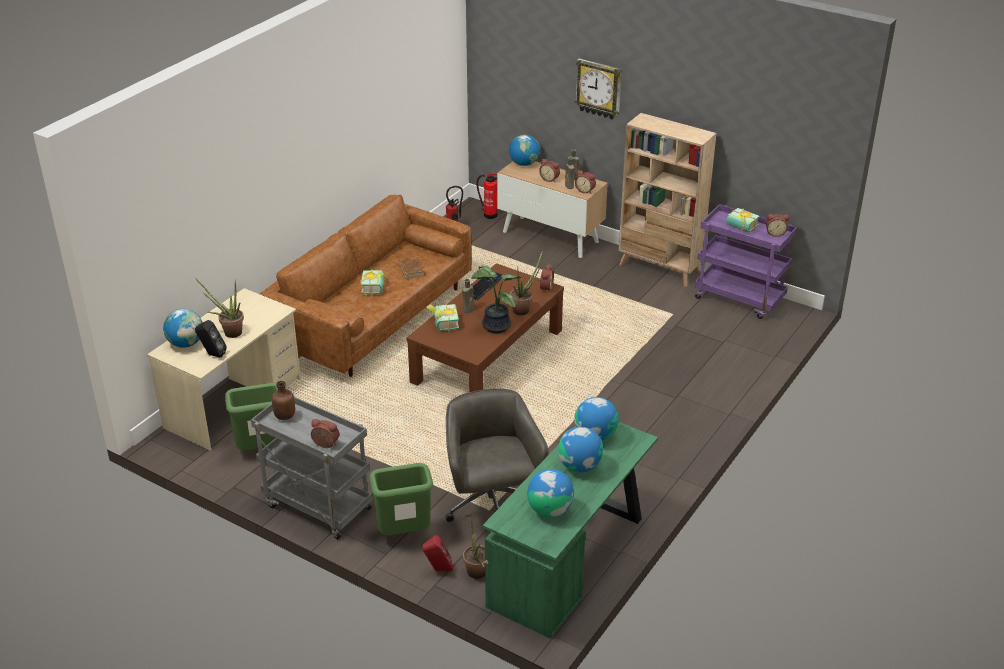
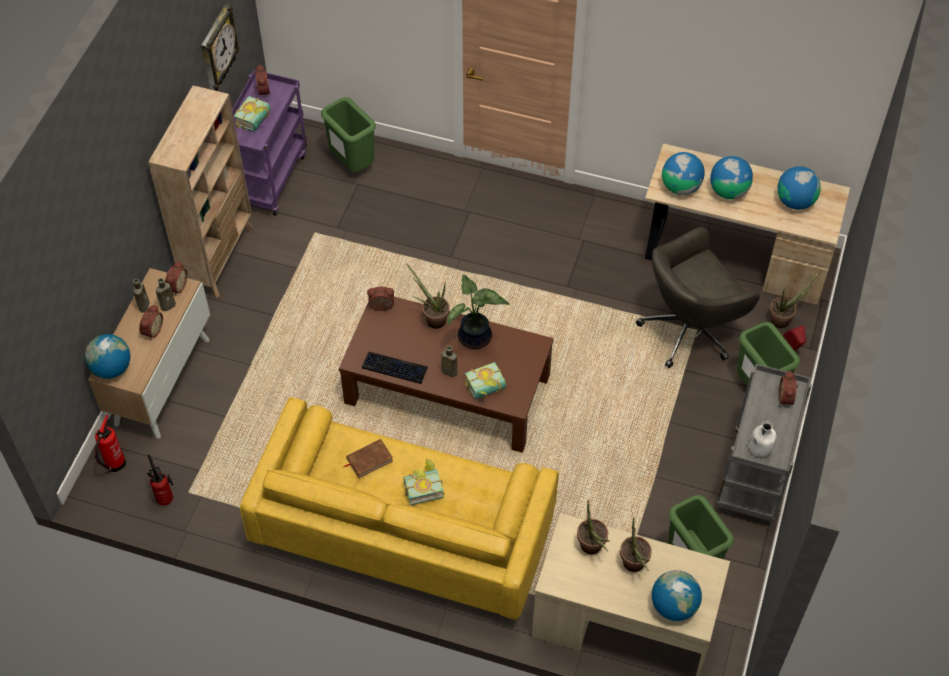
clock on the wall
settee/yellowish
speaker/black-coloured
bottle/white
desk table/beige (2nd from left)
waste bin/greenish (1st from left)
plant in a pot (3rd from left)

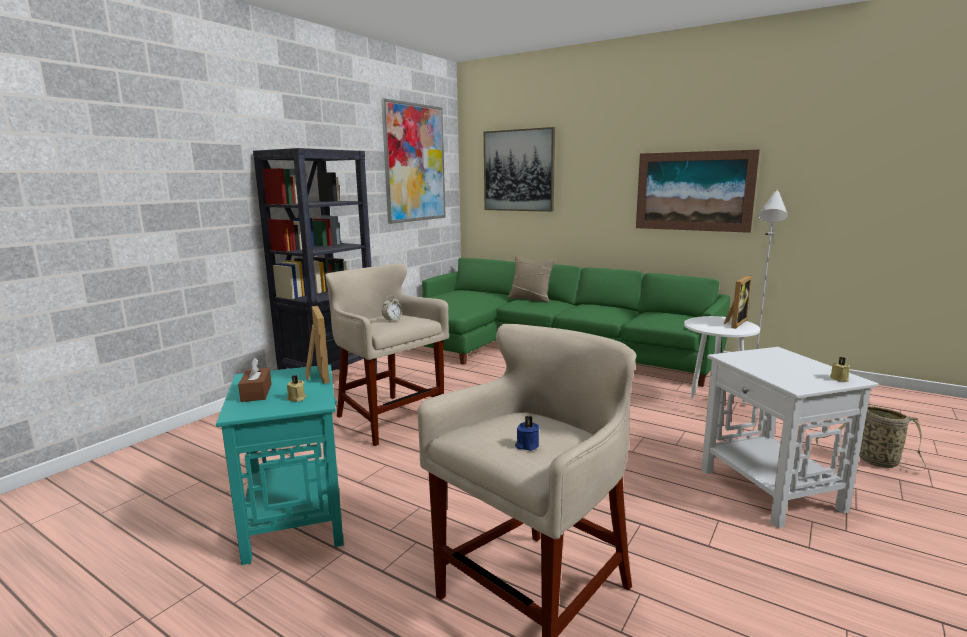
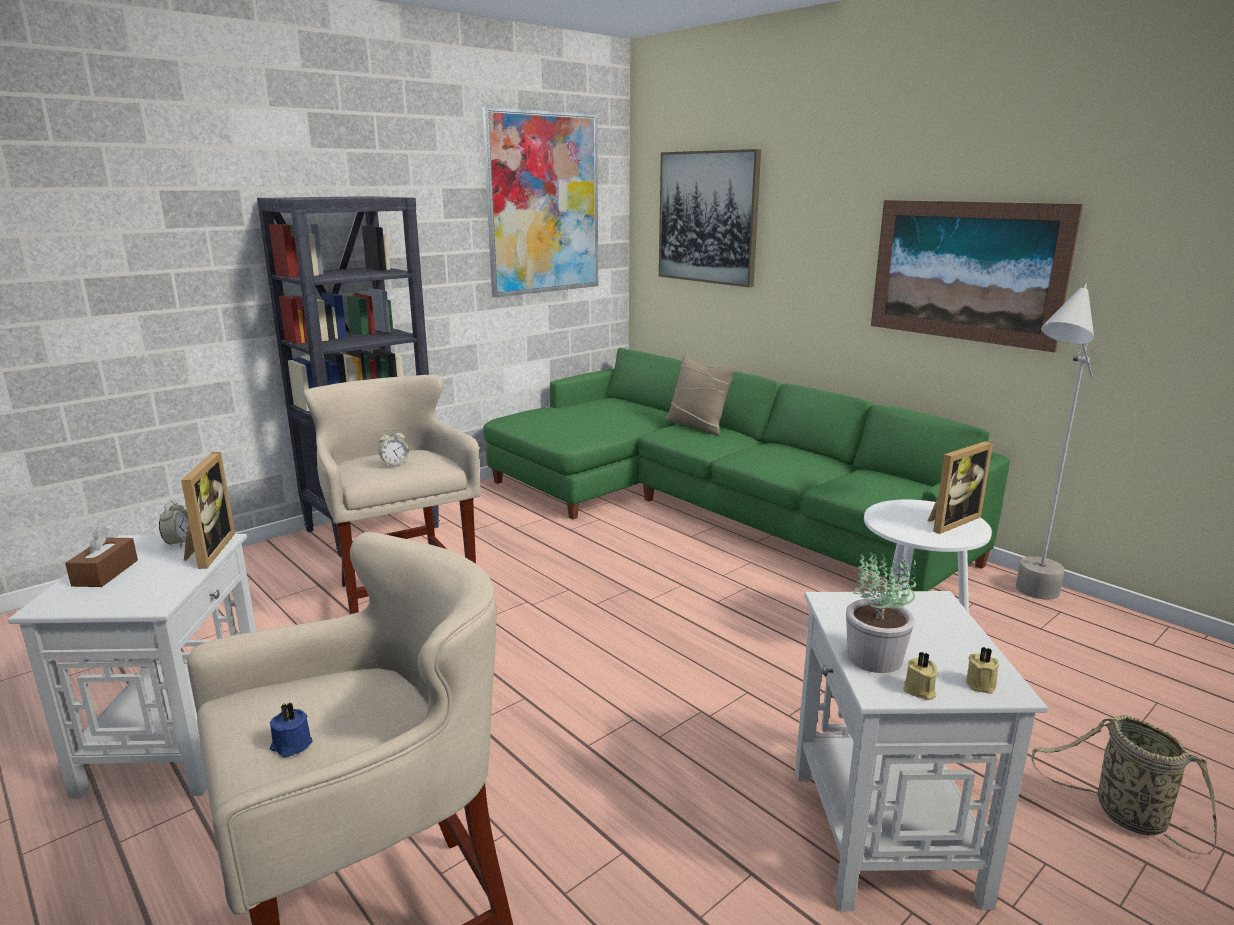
side table/white (1st from left)
wax candle/beige (1st from left)
table clock (1st from left)
plant in a pot

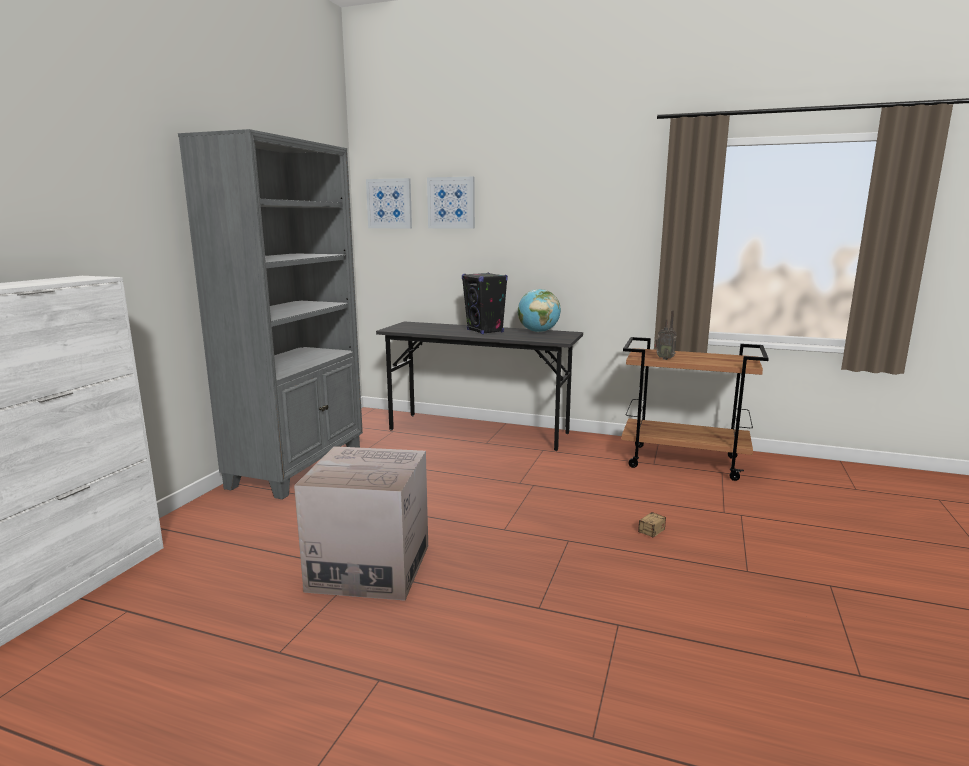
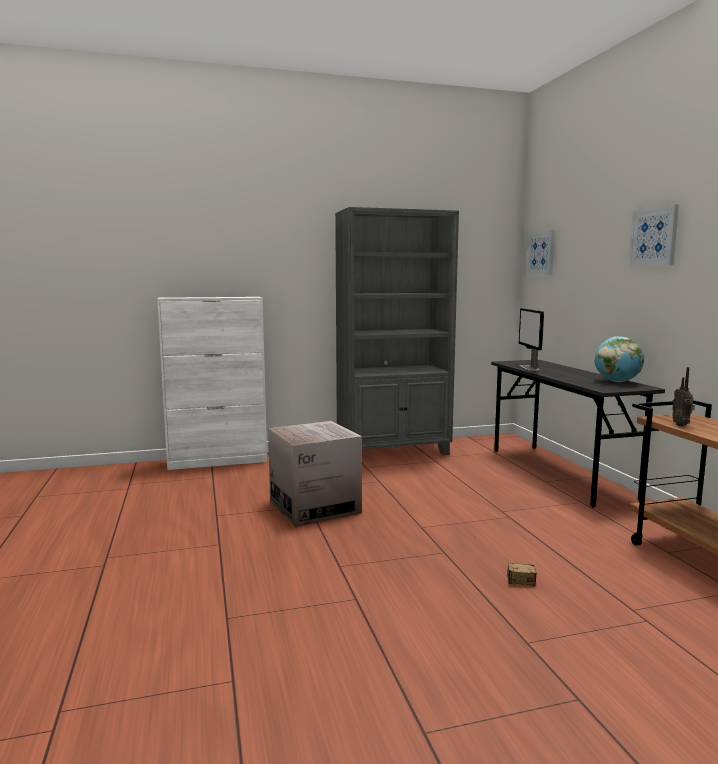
wall art (2nd from left)
speaker/black-coloured
computer screen

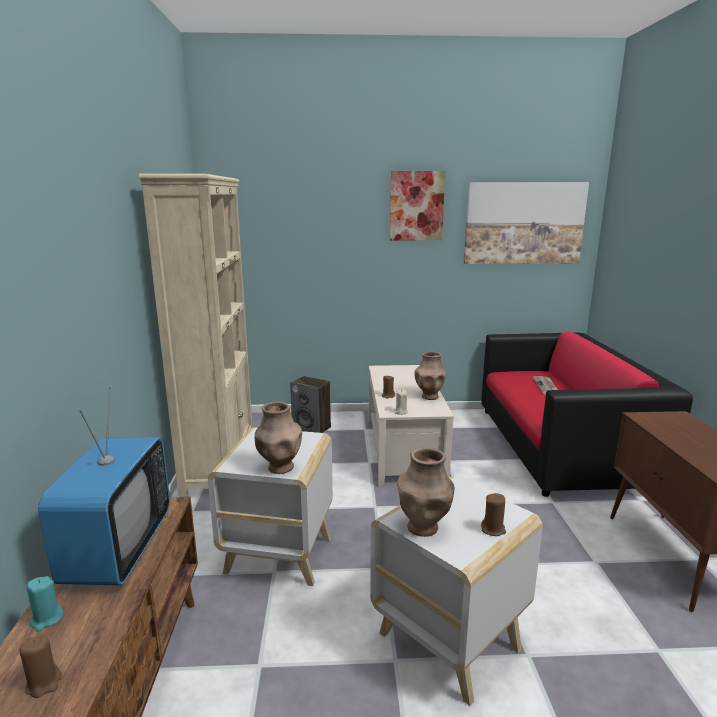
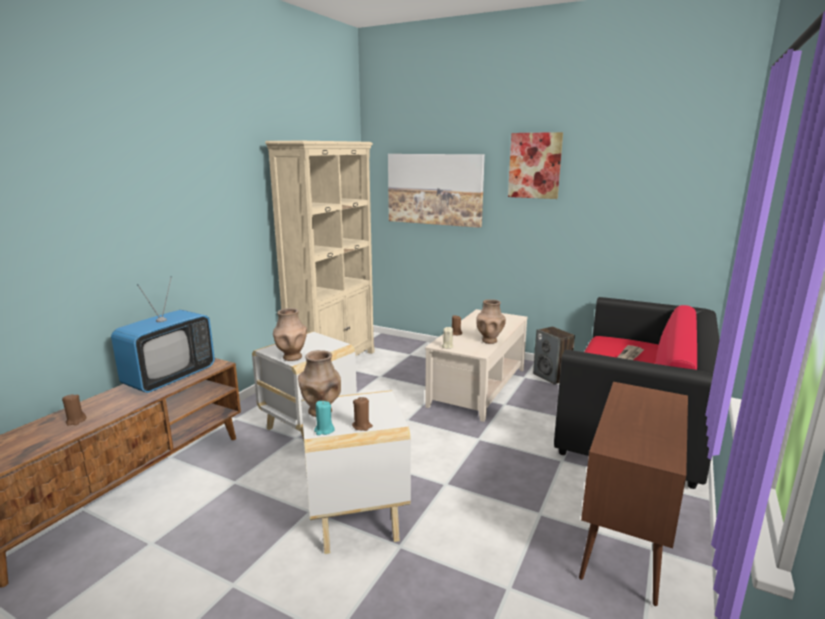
wall art (1st from left)
speaker
wax candle/turquoise-coloured

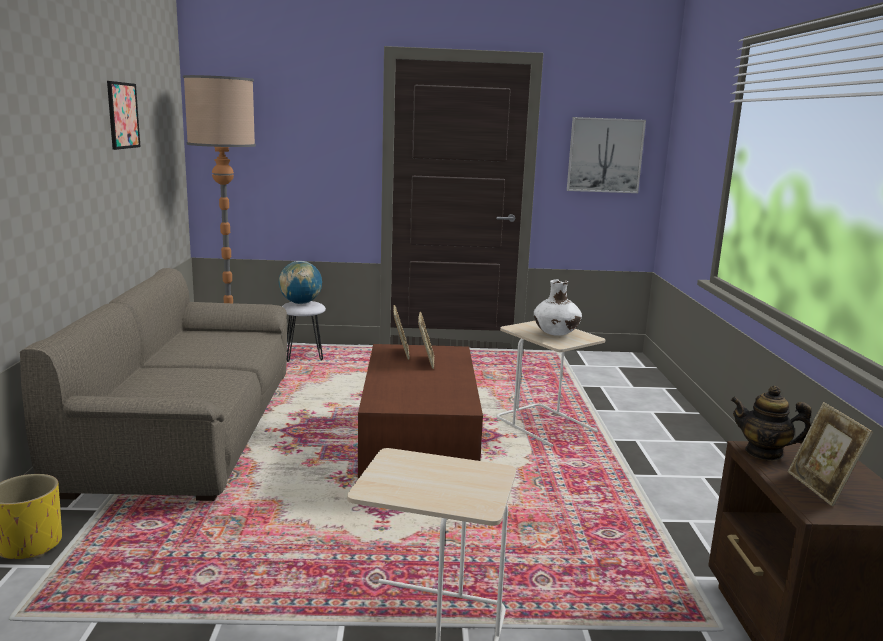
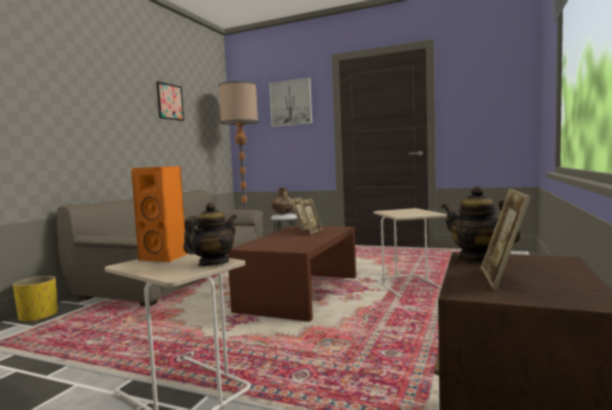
wall art (2nd from left)
decorative vase/brown
decorative vase/white
speaker/orange-coloured
tea pot (1st from left)

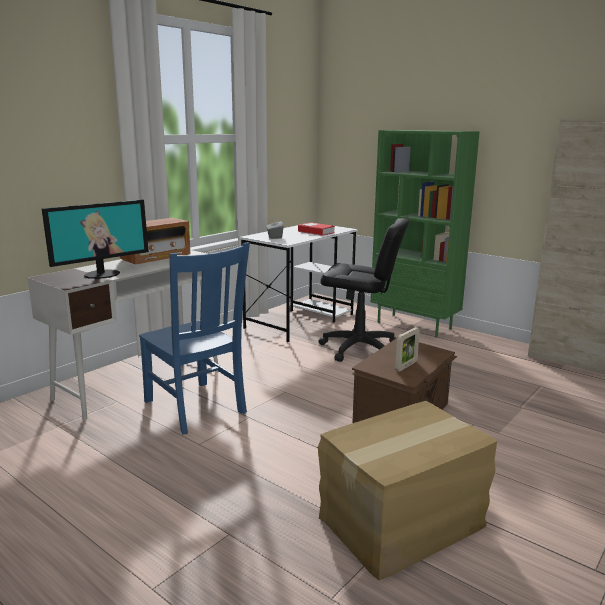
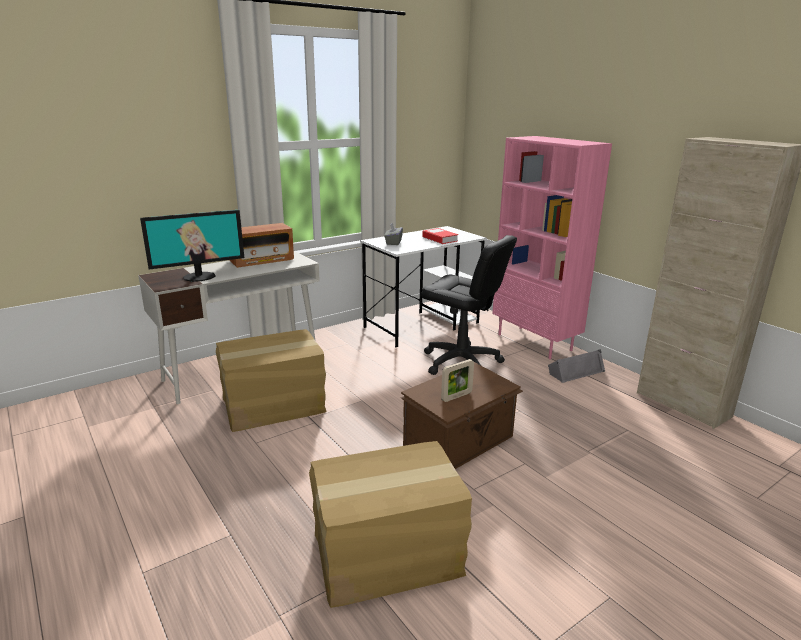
shelving unit/pink-coloured
carton (1st from left)
speaker/gray

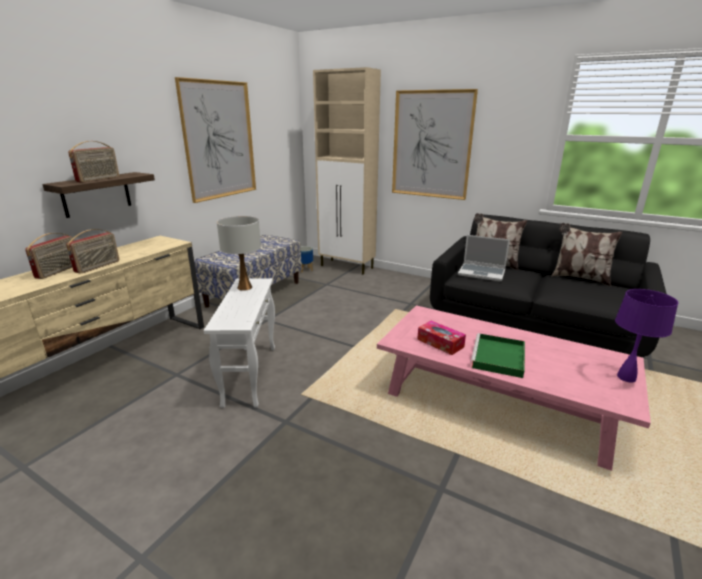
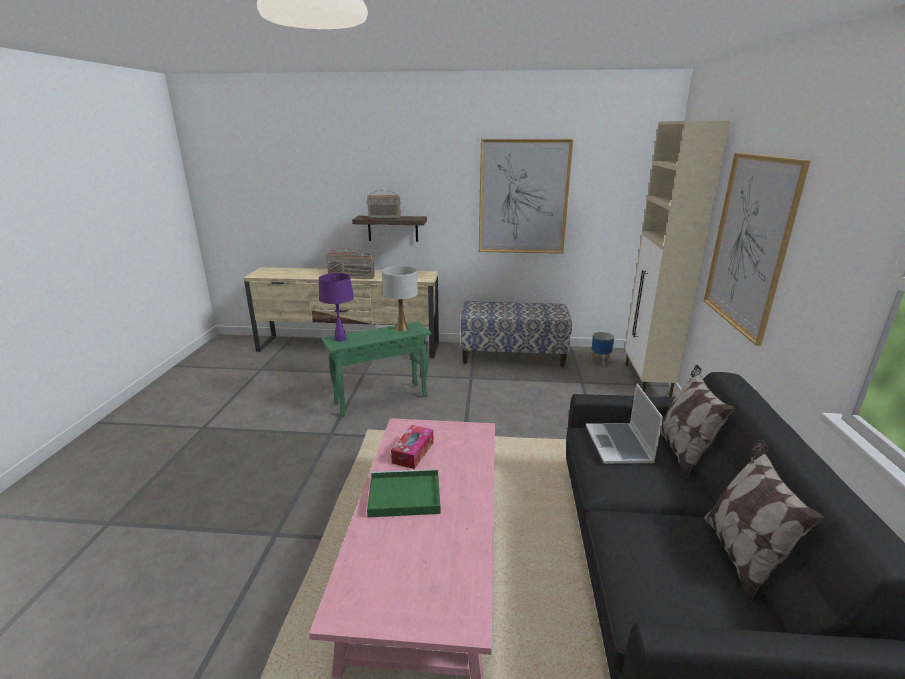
side table/greenish
tabletop lamp/purplish

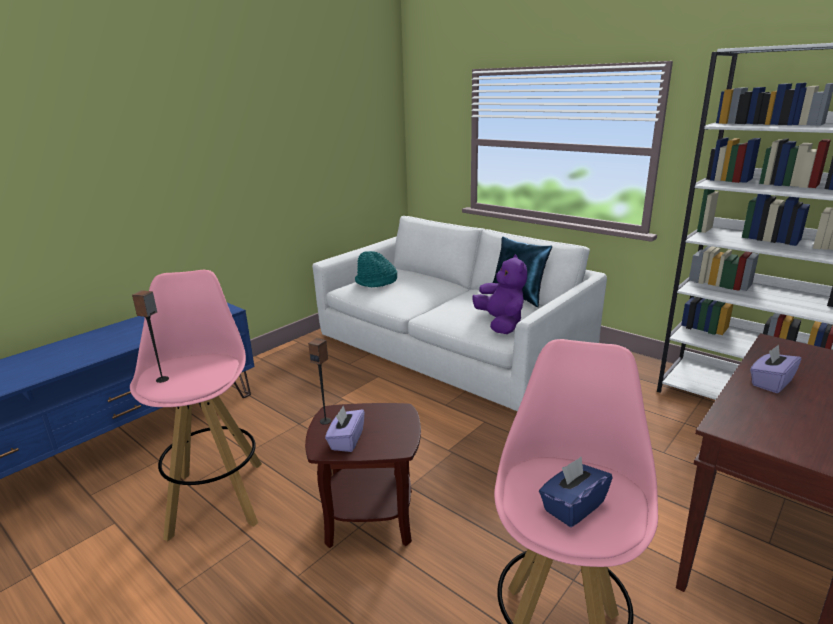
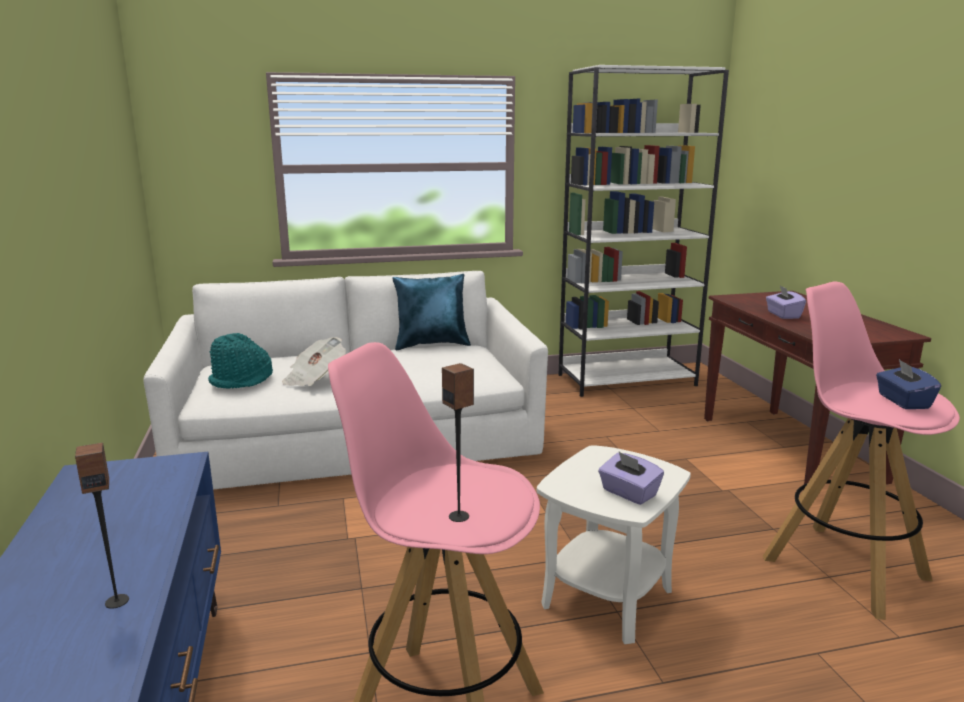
plush toy/purplish
speaker (1st from left)
side table/white
daily paper

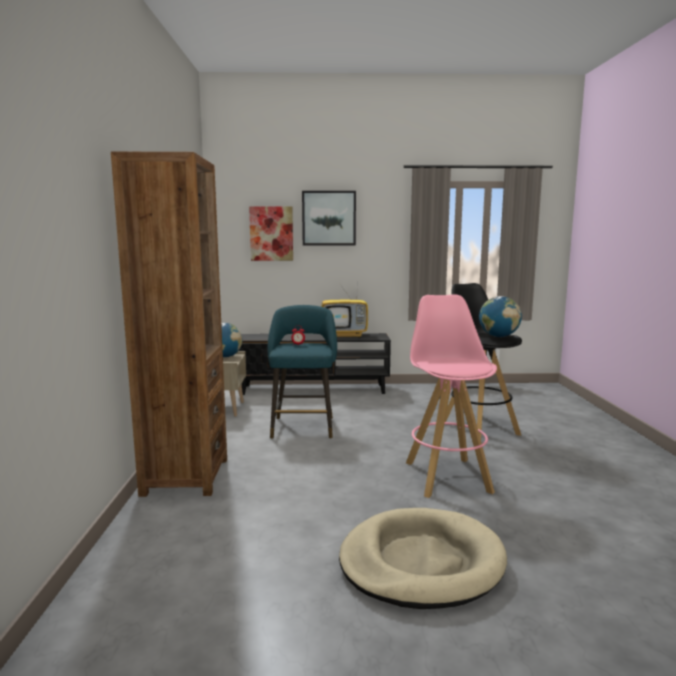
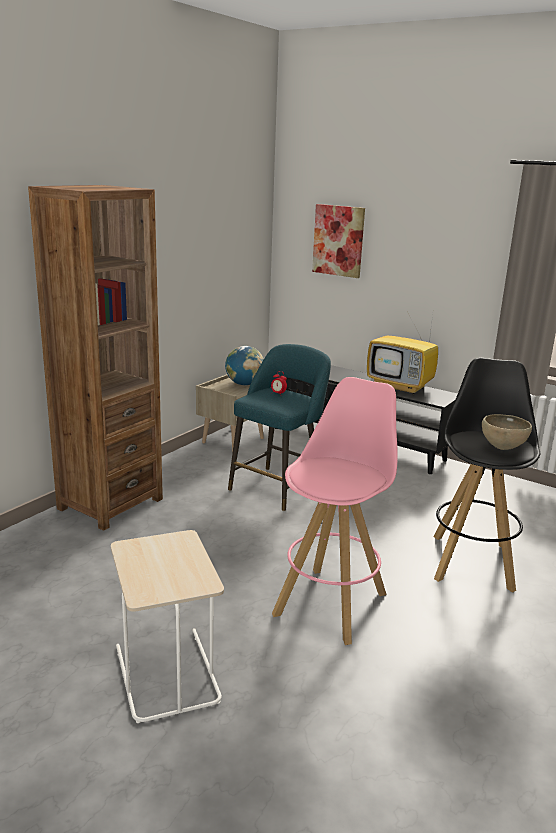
wall art (2nd from left in the first image)
serving bowl/brown
side table/beige

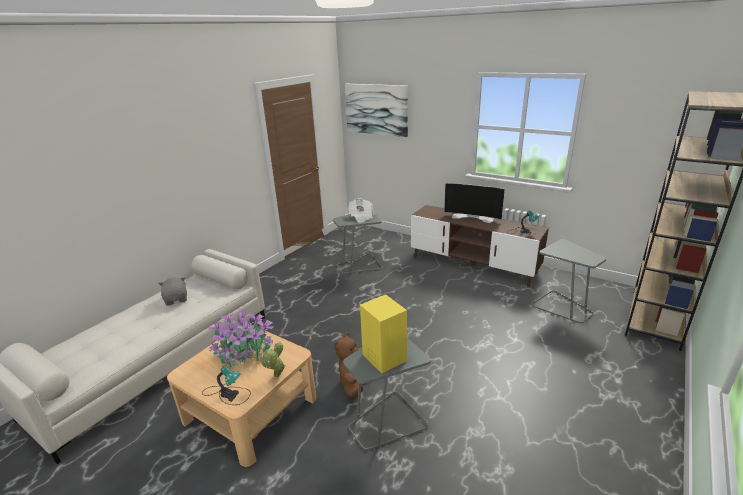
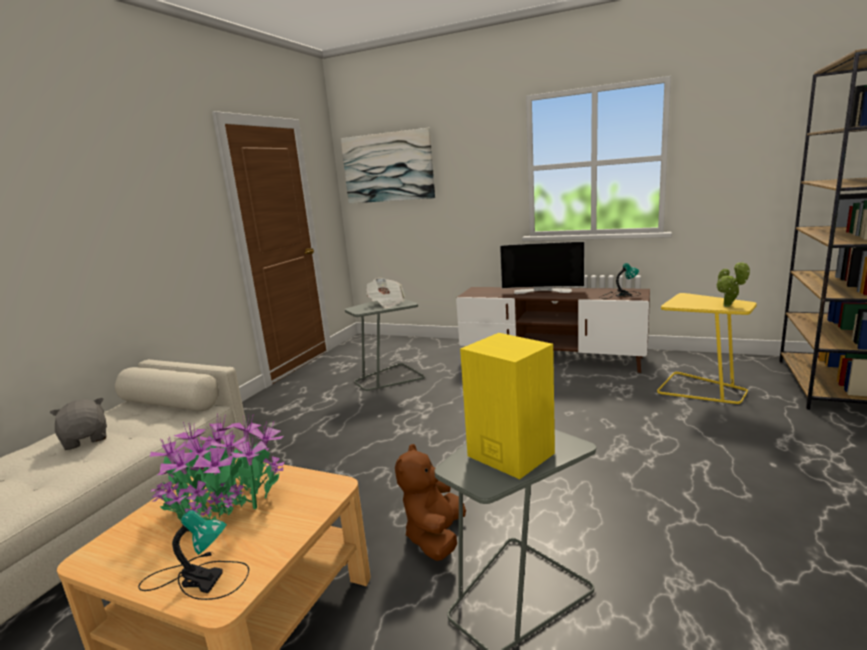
side table/yellowish
plant in a pot (2nd from left)

